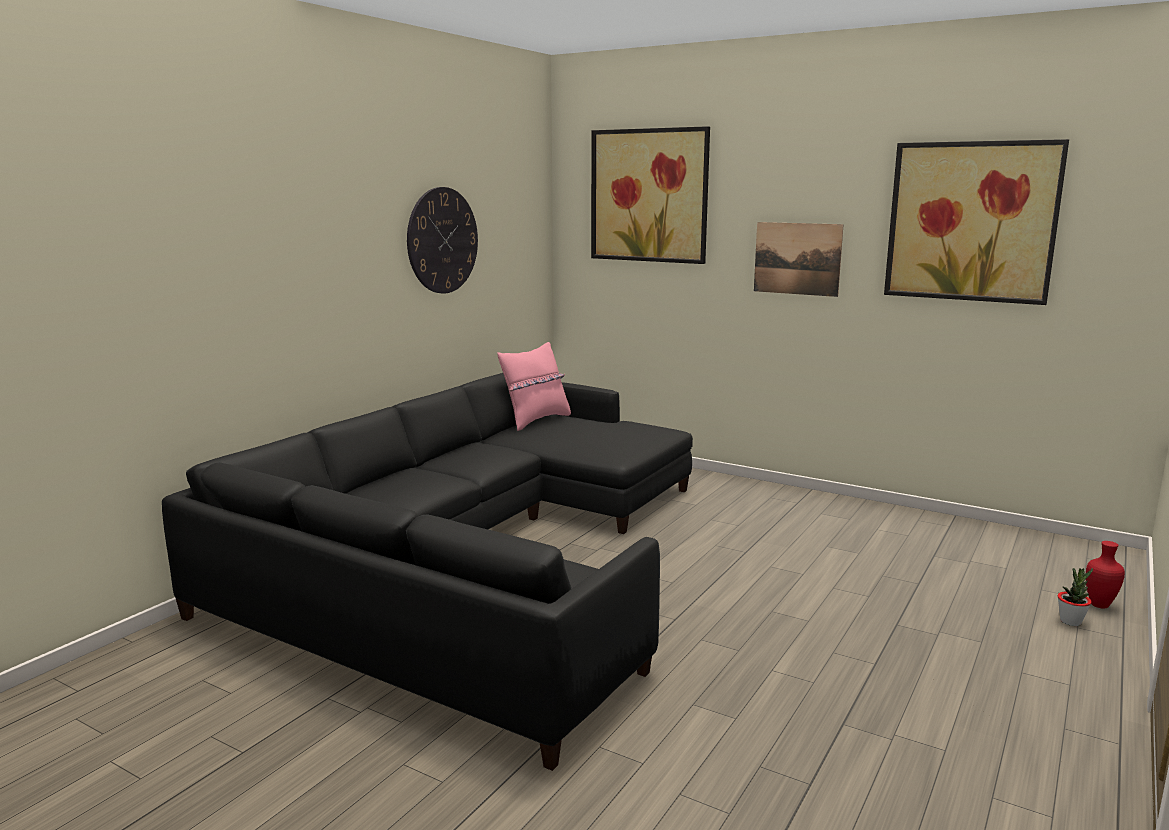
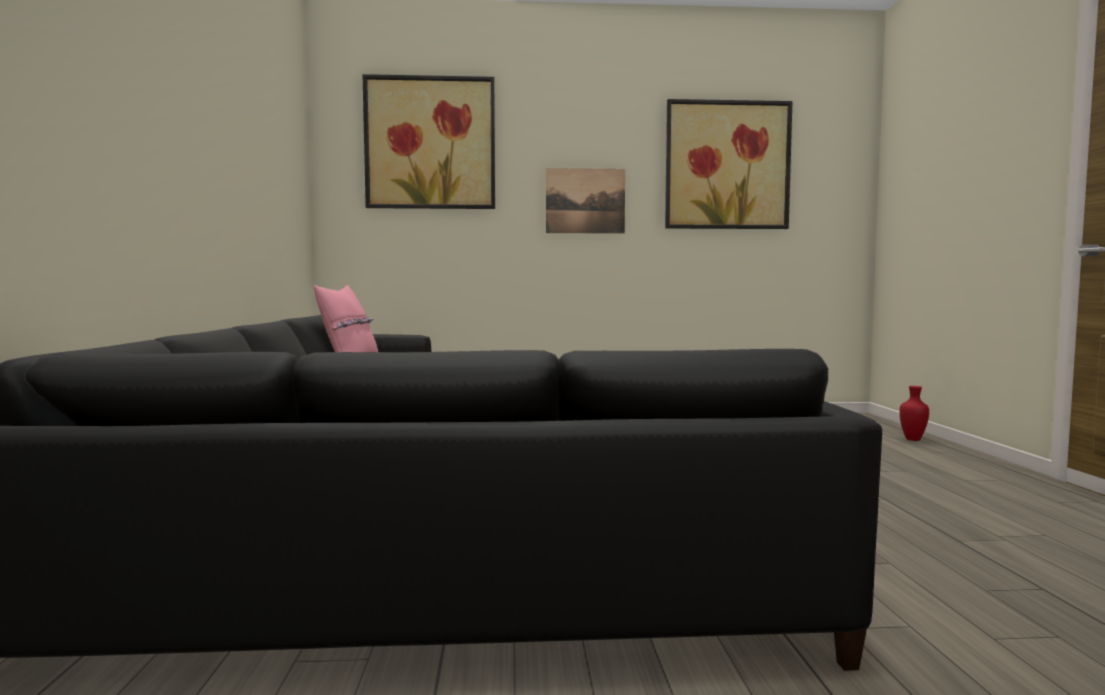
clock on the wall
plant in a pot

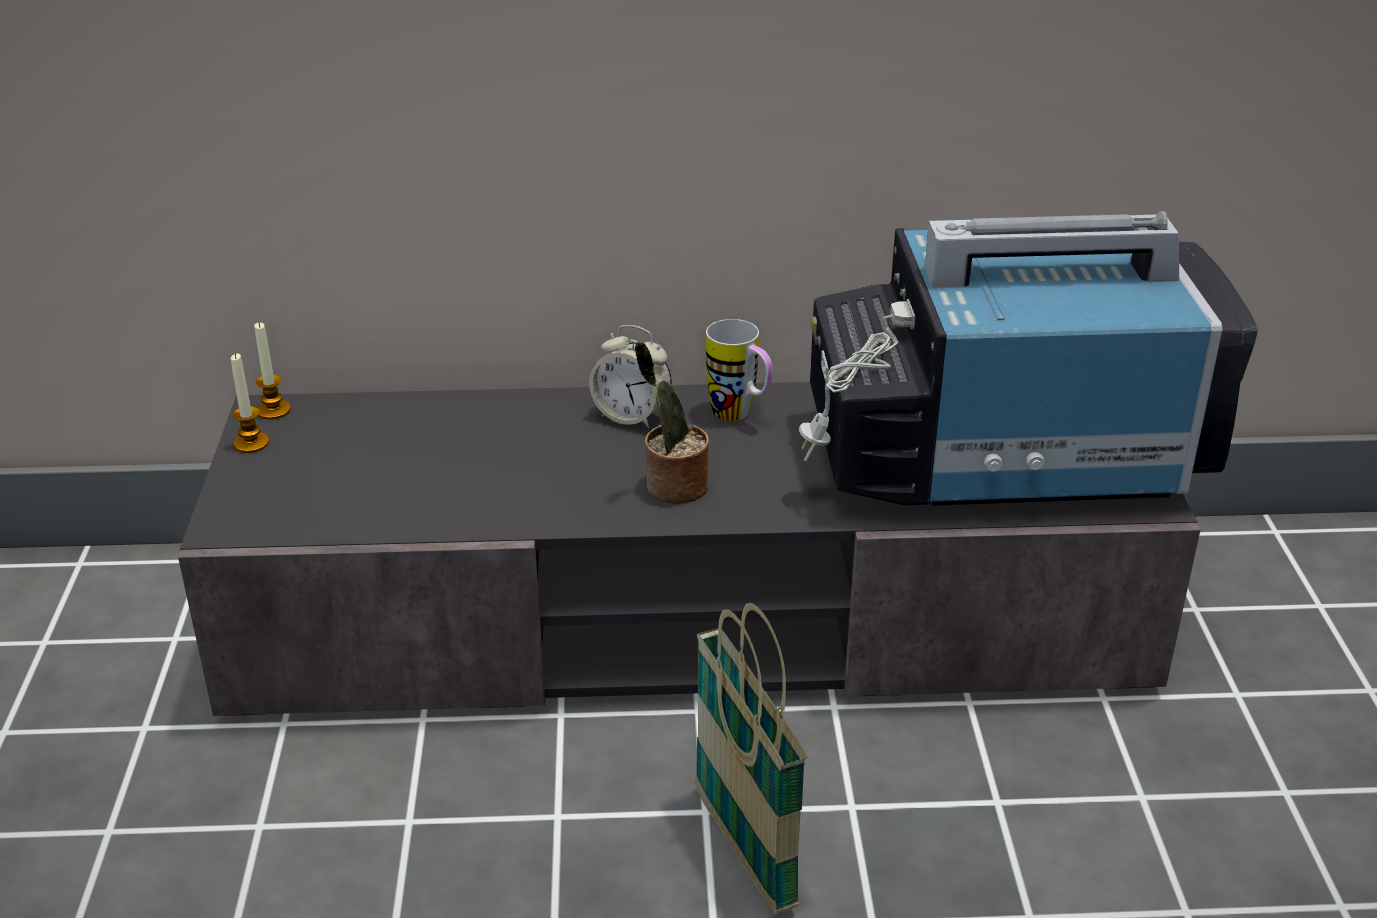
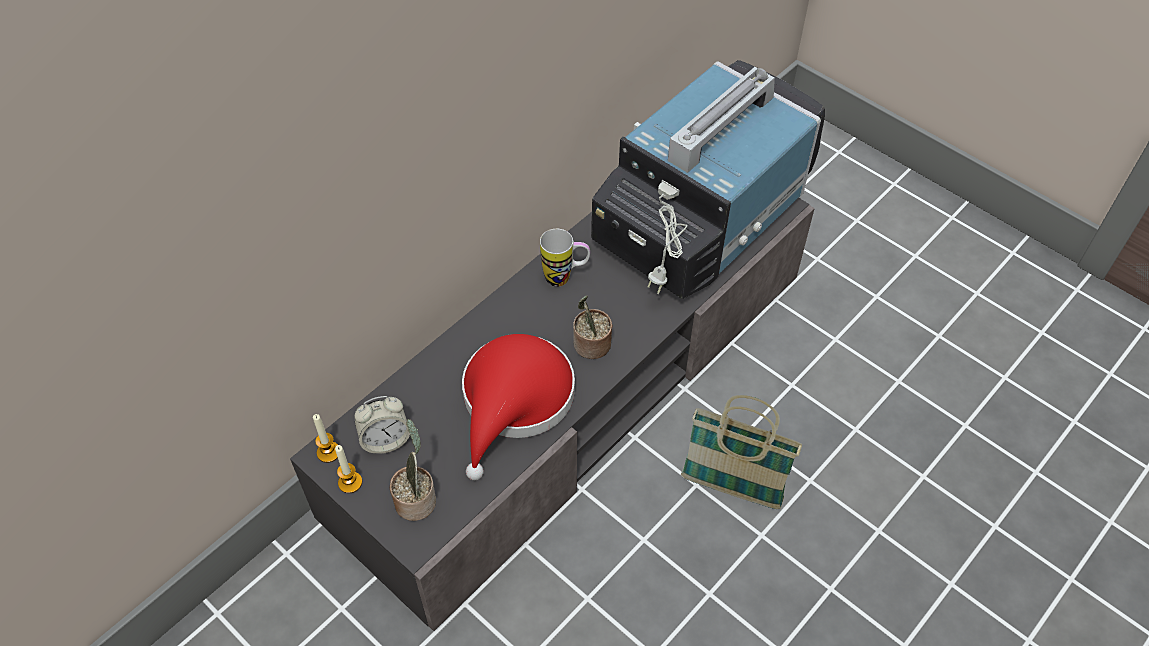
table clock
hat/reddish
plant in a pot (1st from left)

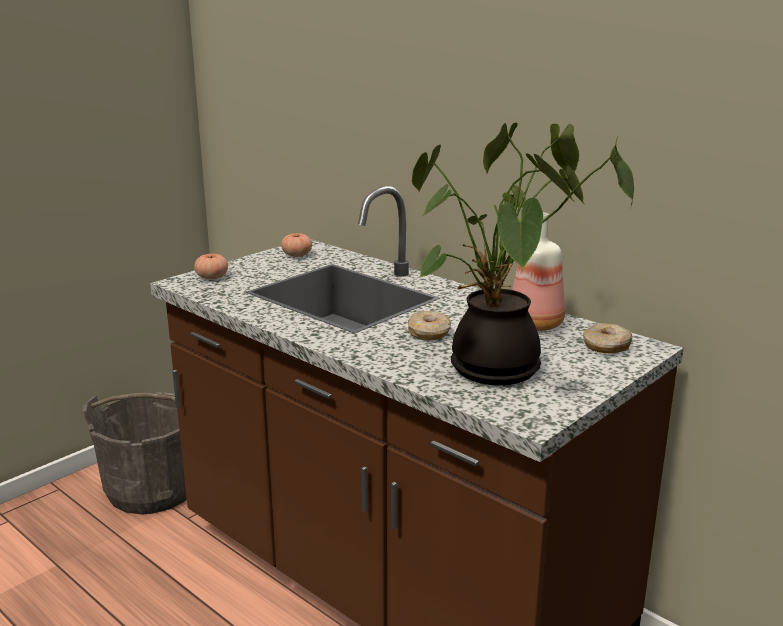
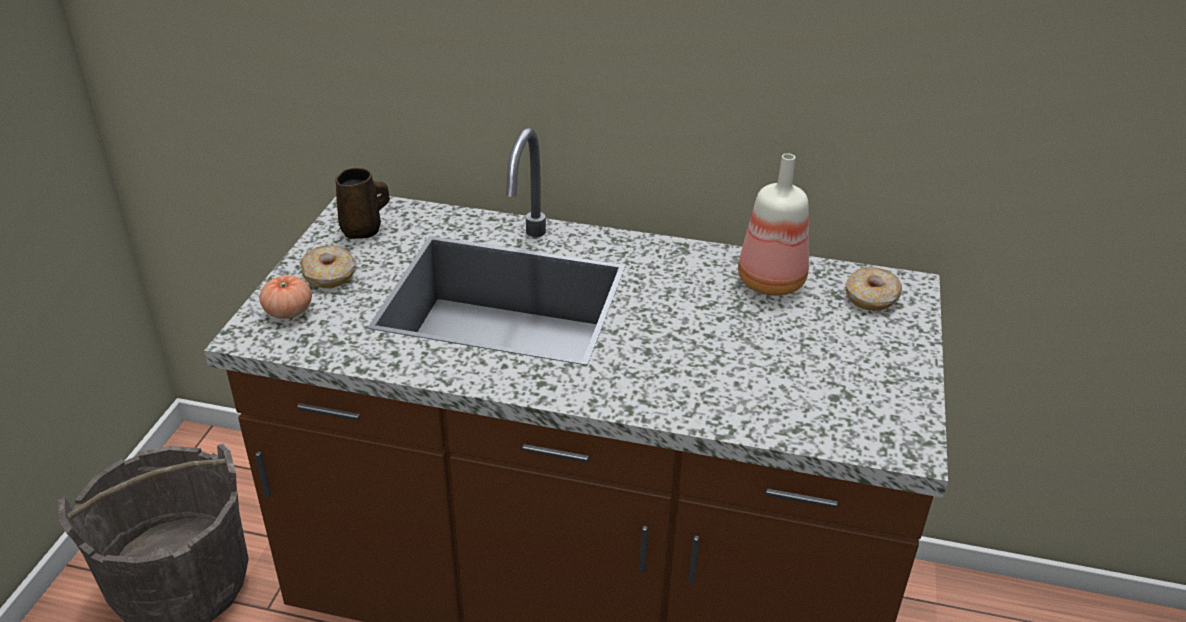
plant in a pot
coffee mug/brown
donut (1st from left)

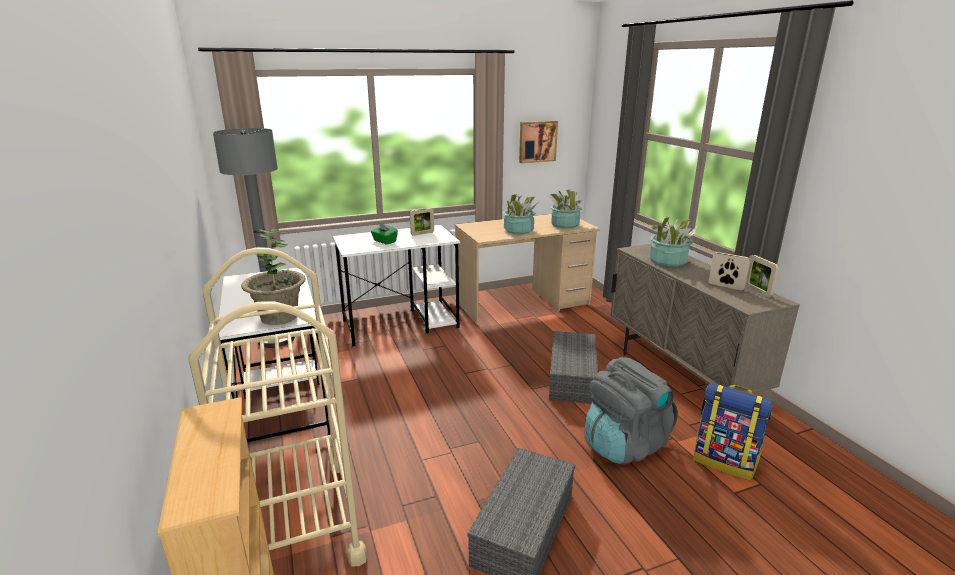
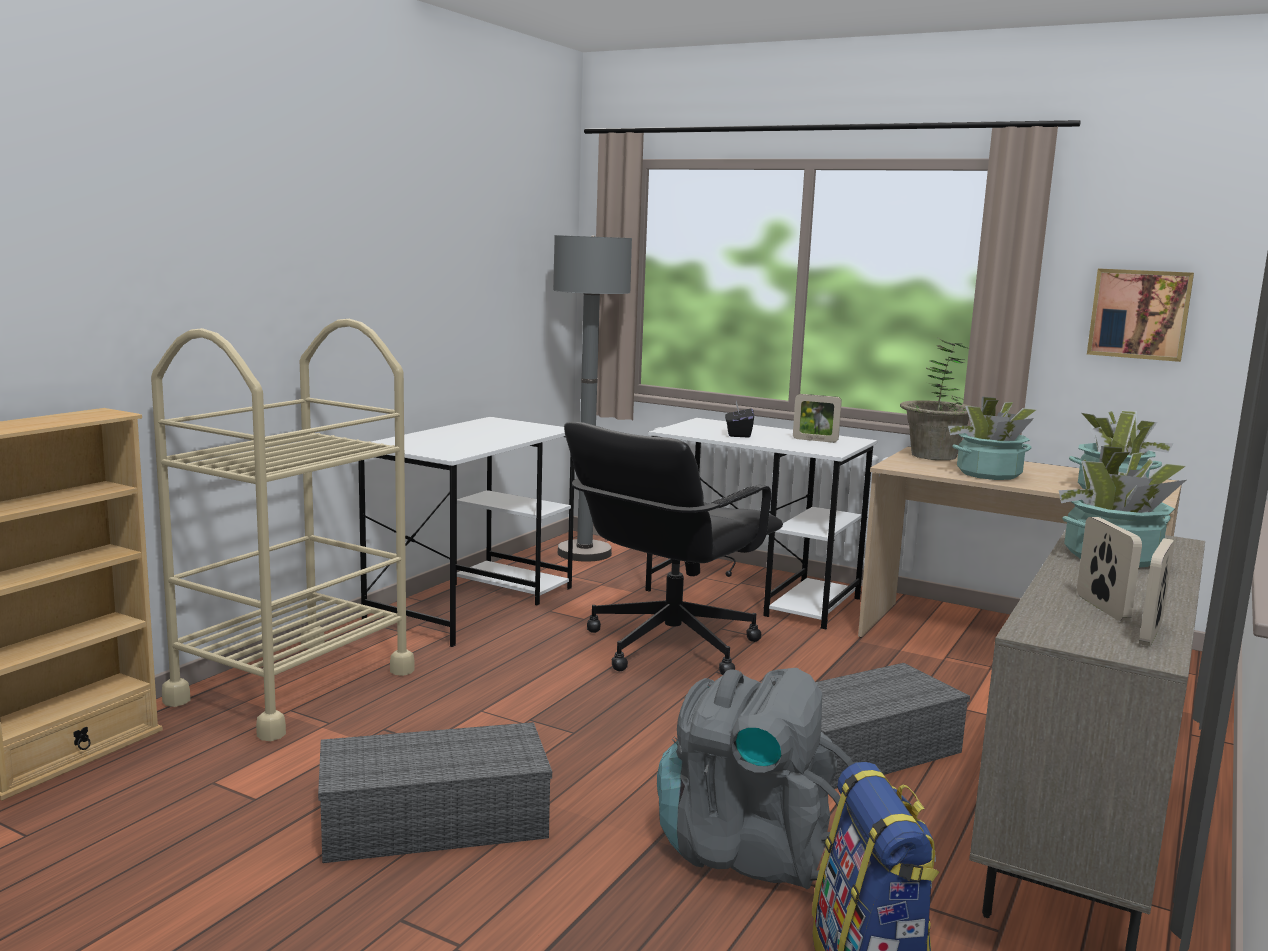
tissue box/black-coloured
plant in a pot (1st from left)
desk chair/black-coloured

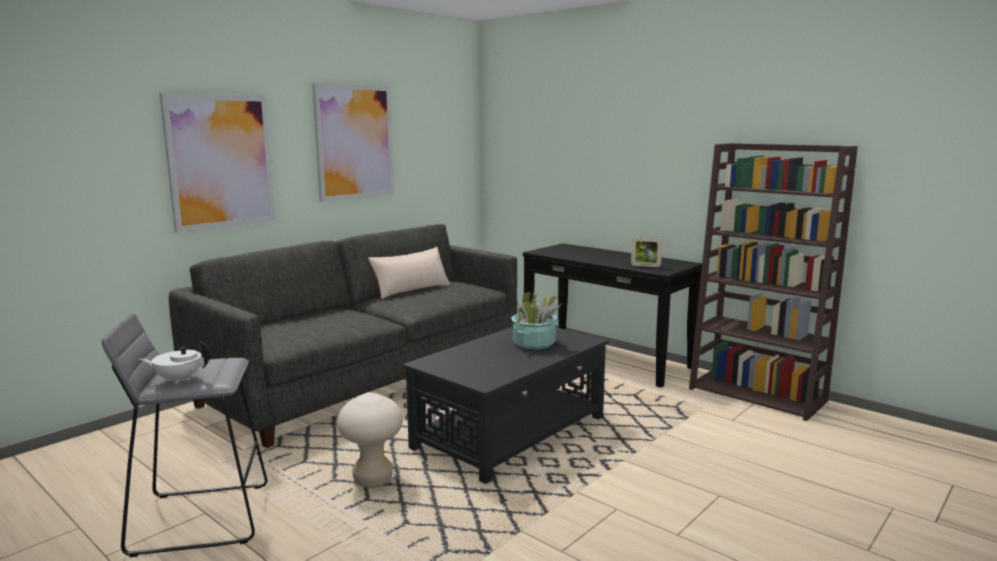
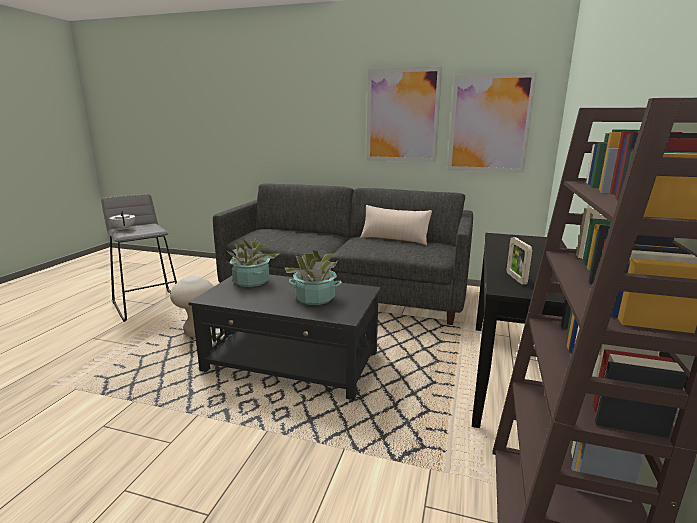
wall art (2nd from left)
plant in a pot (1st from left)

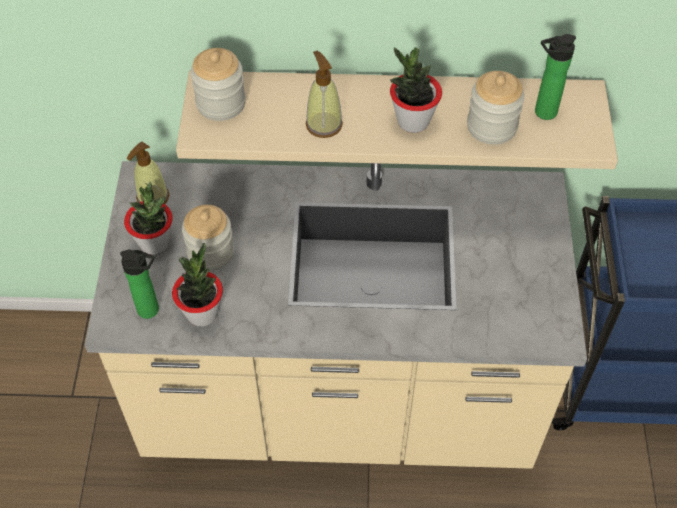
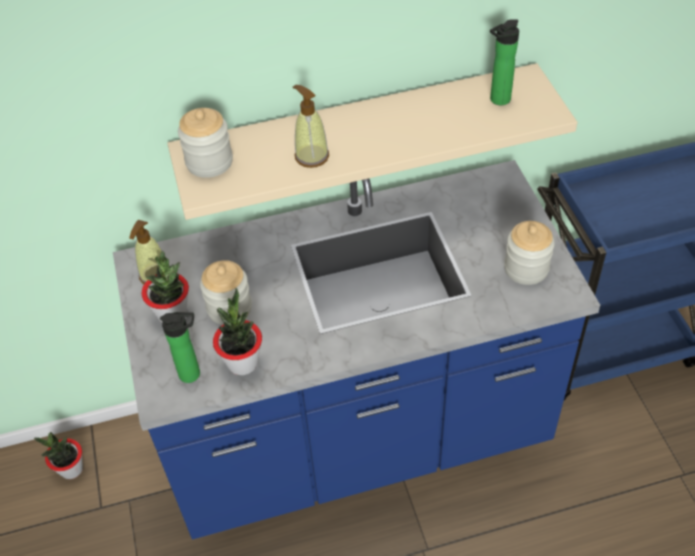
plant in a pot (1st from left)
preserve jar (3rd from left)
kitchen base unit/bluish

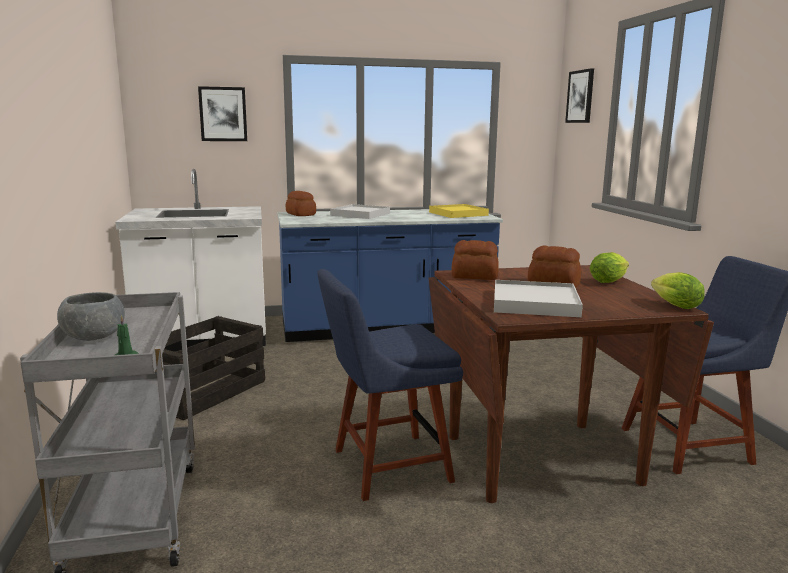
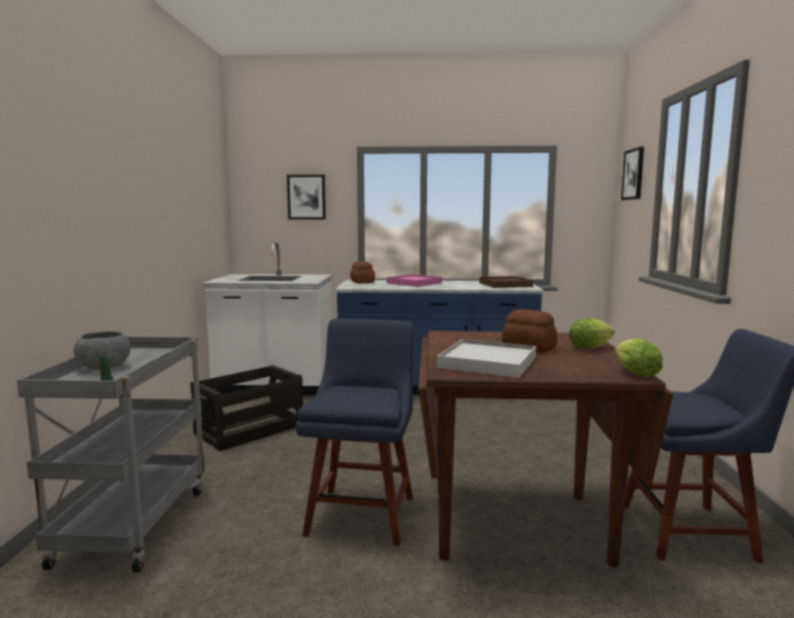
carrying tray/pink-coloured
carrying tray/brown
bakery bread (2nd from left in the first image)
chair/bluish (1st from left)

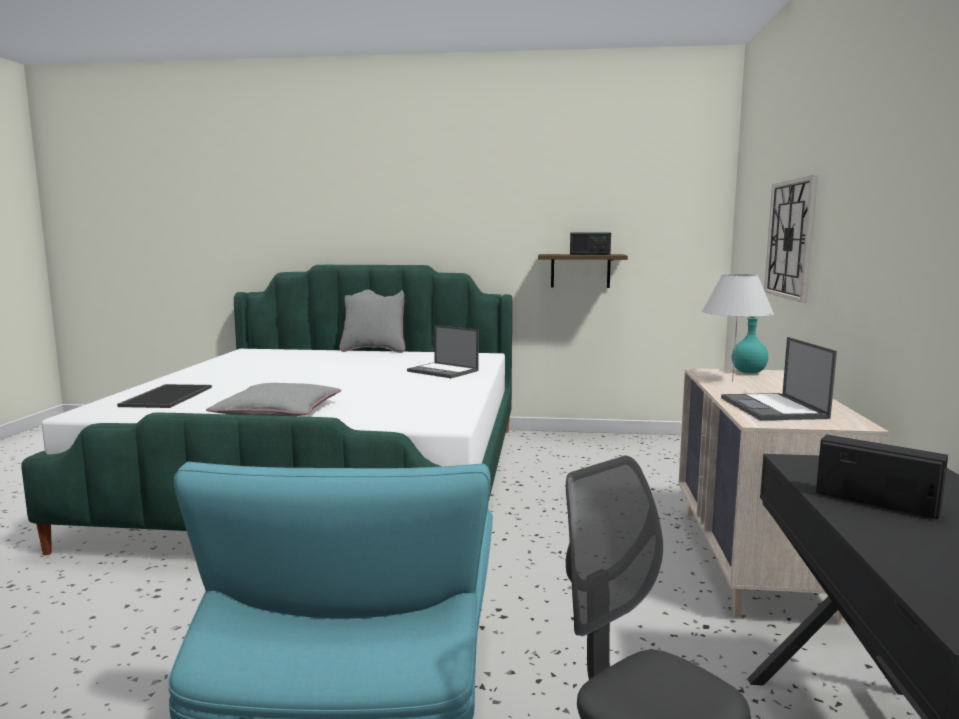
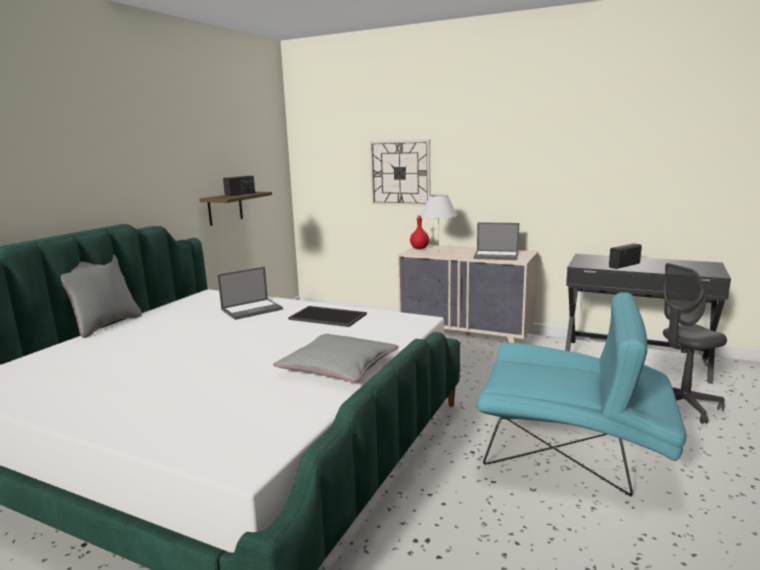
bottle/reddish
carrying tray

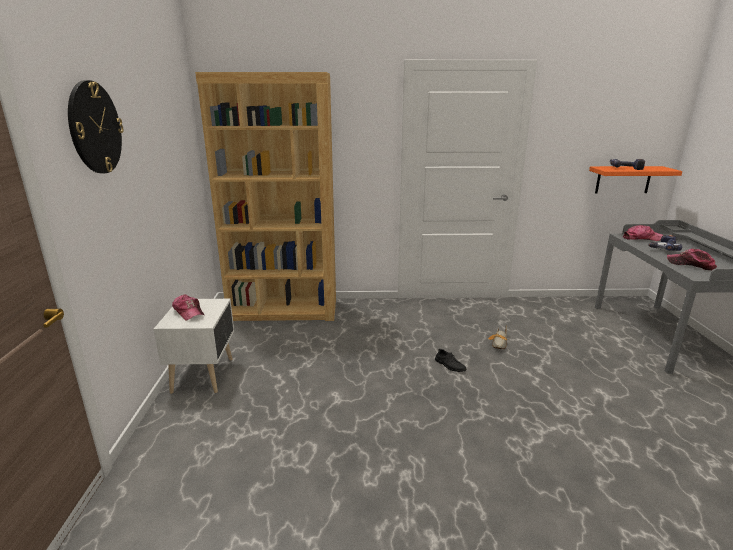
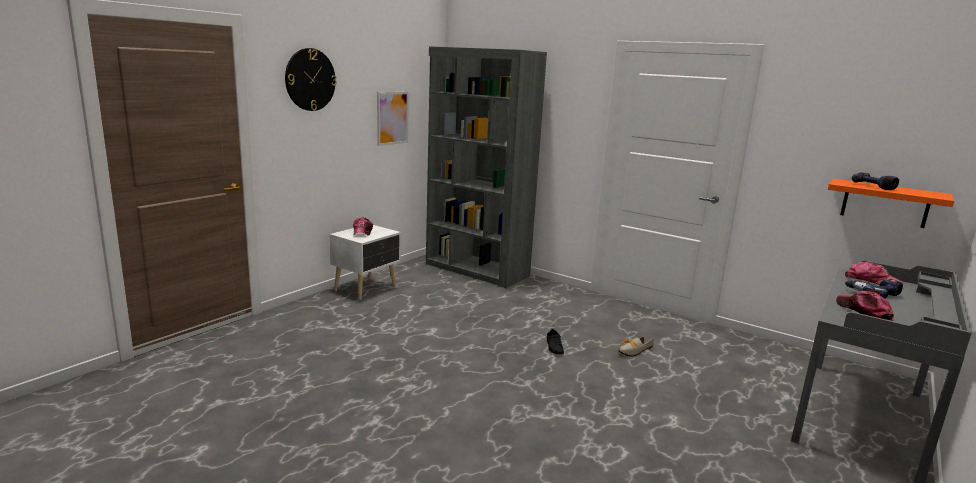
shelving unit/gray
wall art

